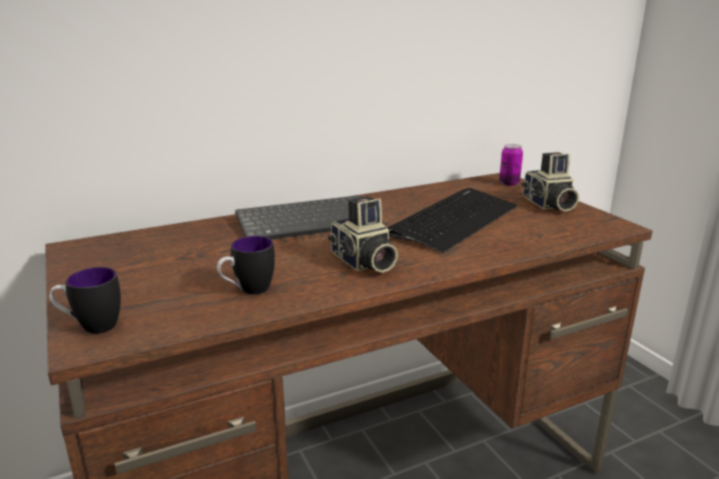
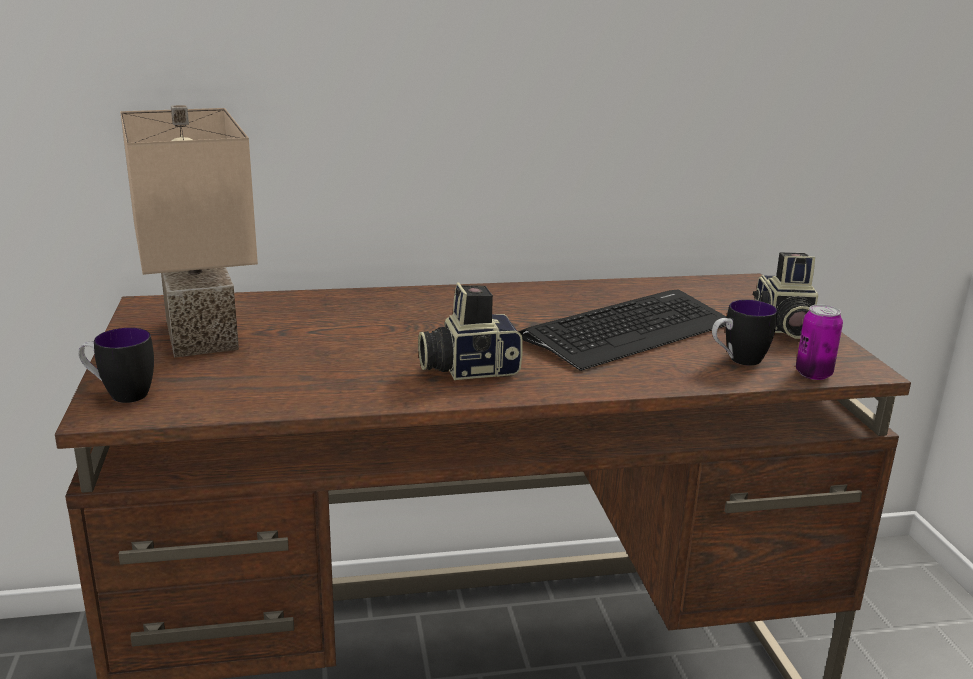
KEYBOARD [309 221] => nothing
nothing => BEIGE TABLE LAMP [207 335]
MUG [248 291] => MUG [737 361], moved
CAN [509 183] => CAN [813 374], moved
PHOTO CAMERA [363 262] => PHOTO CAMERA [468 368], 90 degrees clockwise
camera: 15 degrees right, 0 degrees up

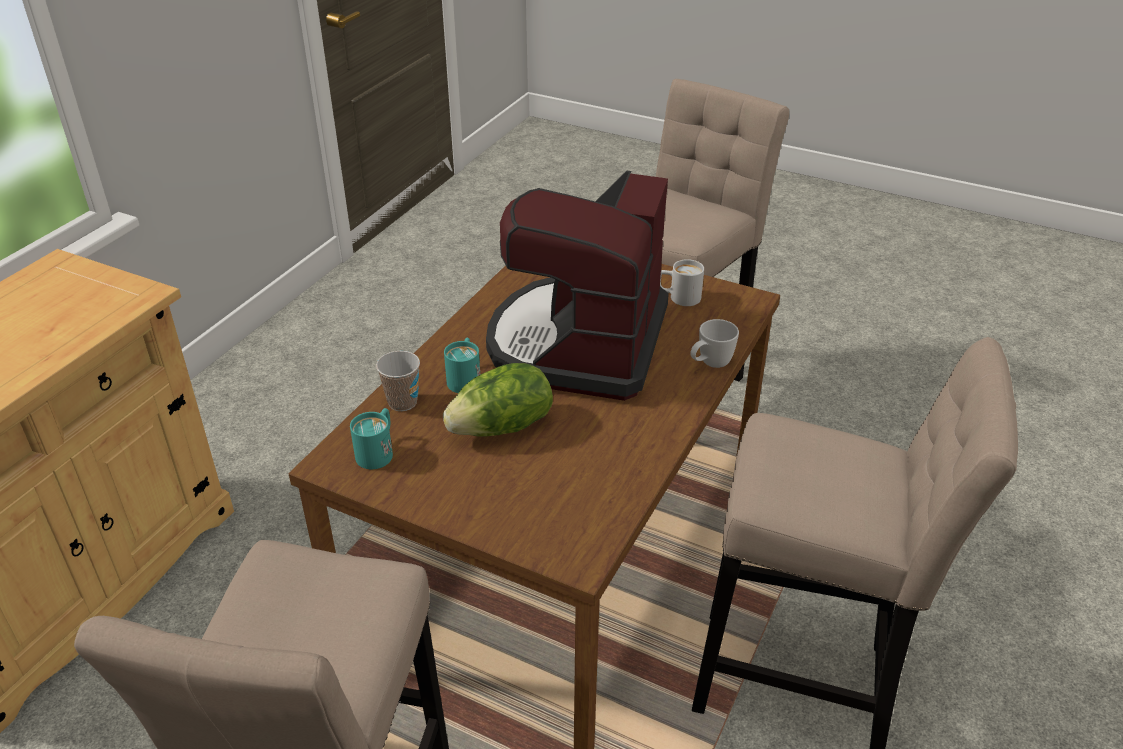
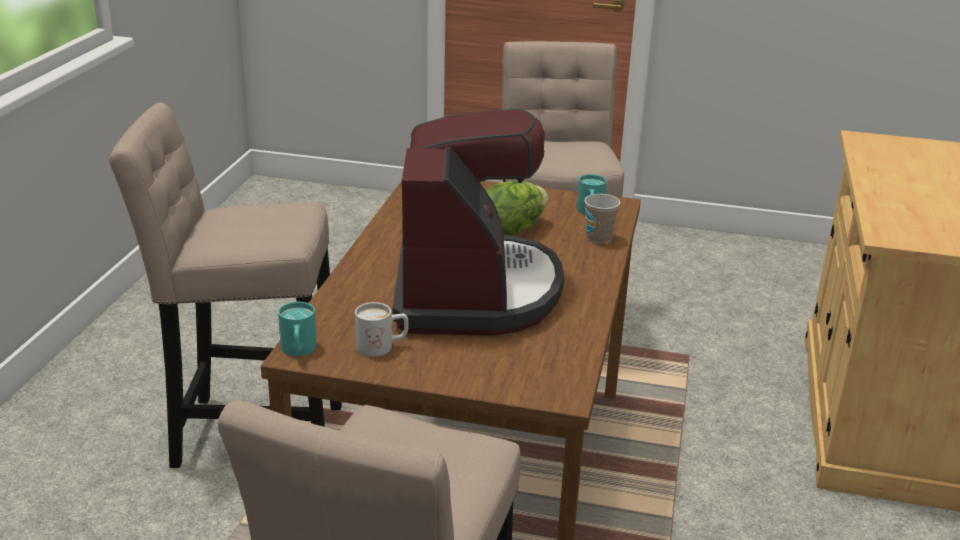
WHITE MUG [710 364] => nothing
TURQUOISE MUG [465 378] => TURQUOISE MUG [298 351], moved
camera: 165 degrees right, 10 degrees down

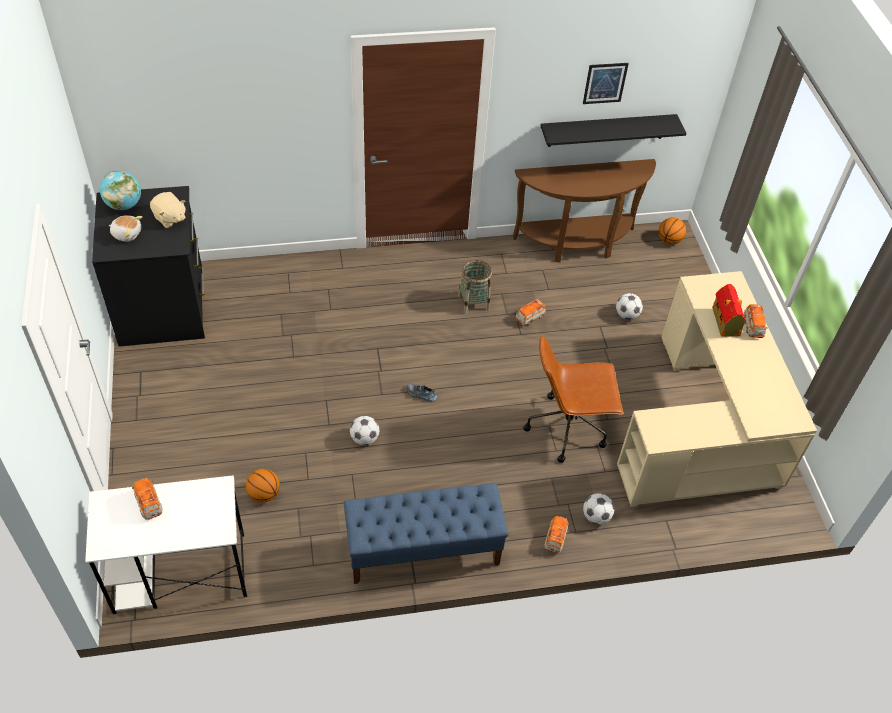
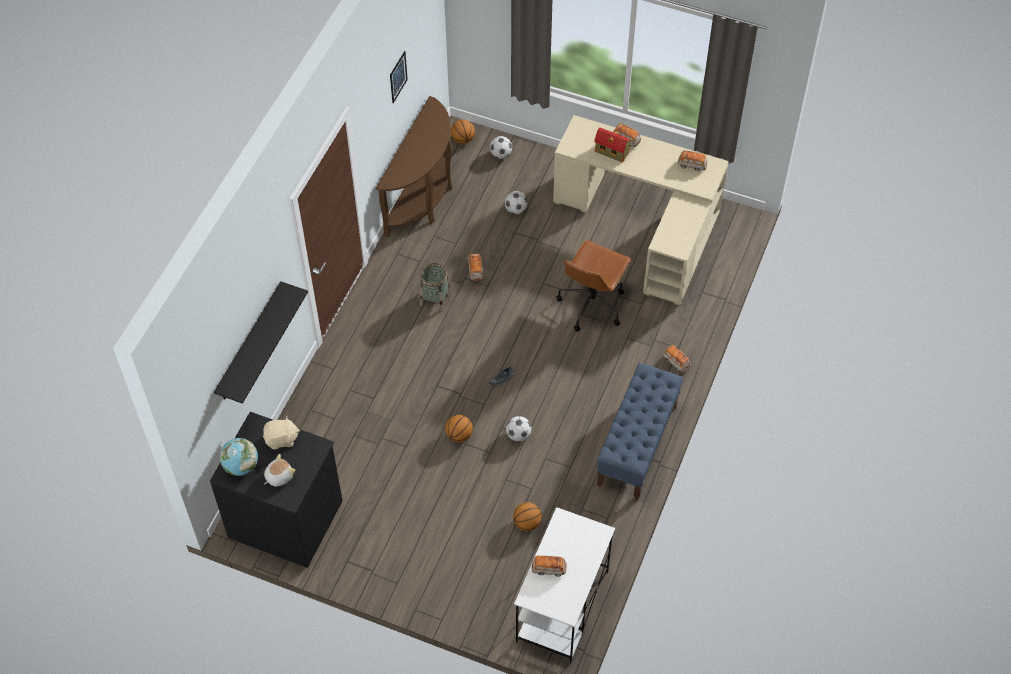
nothing => BASKETBALL [459 435]
nothing => TOY CAR [692 165]
BLACK SHELF [607 130] => BLACK SHELF [249 343], moved
FOOTBALL [596 516] => FOOTBALL [501 154], moved
camera: 55 degrees left, 5 degrees up

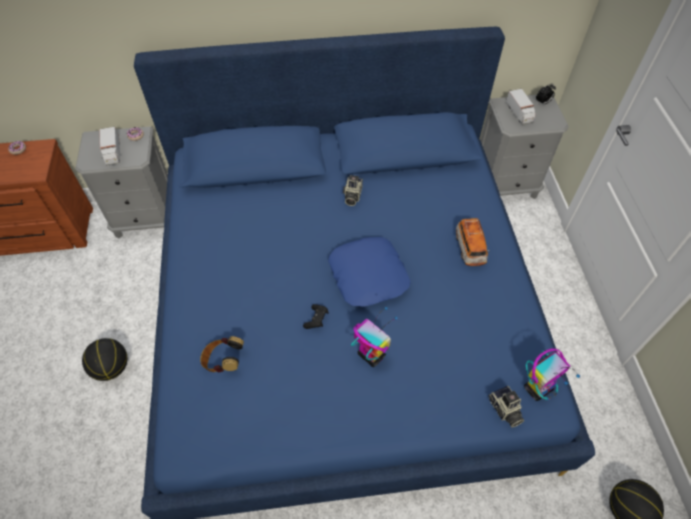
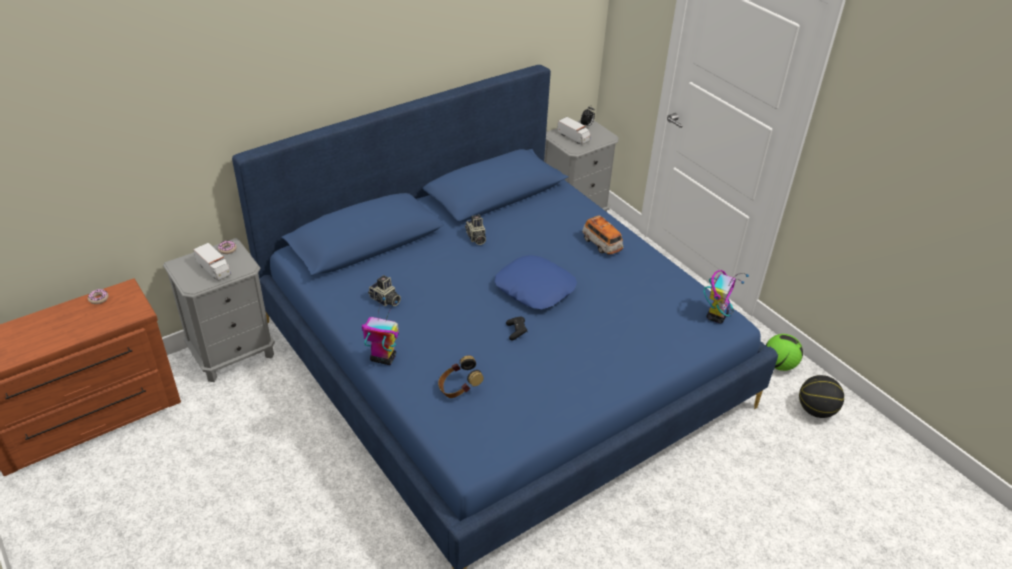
BASKETBALL [112 367] => nothing
nothing => FOOTBALL [779 365]
TOY ROBOT [370 355] => TOY ROBOT [382 358], moved
PHOTO CAMERA [504 410] => PHOTO CAMERA [385 300], moved
camera: 30 degrees left, 15 degrees down

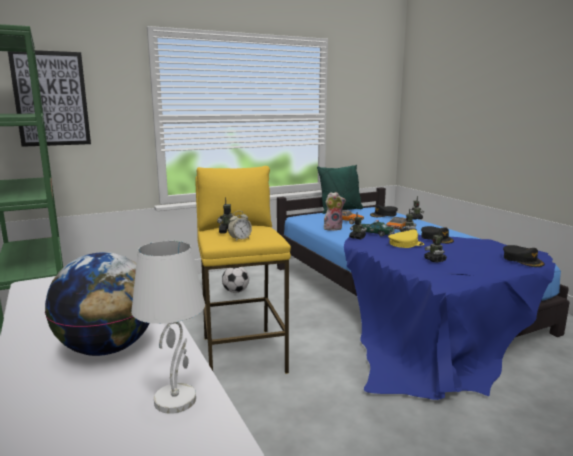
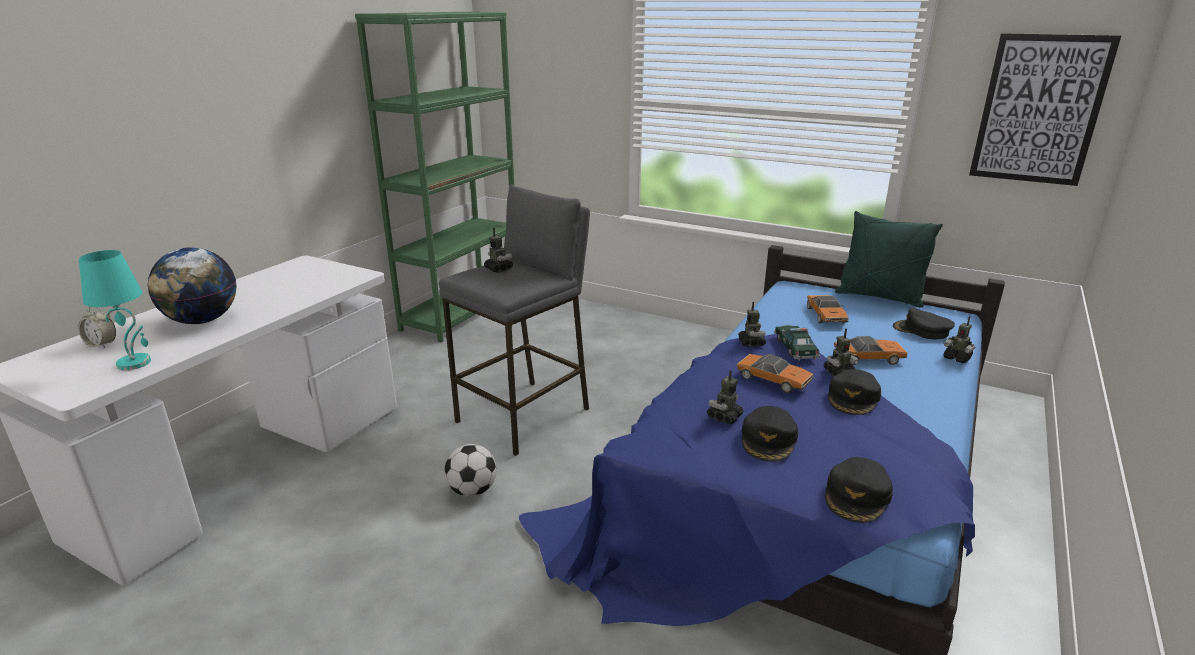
PLUSH TOY [333 228] => nothing
nothing => BLACK CAP [769 440]
PICTURE [51 99] => PICTURE [1039 110], moved
FOOTBALL [236 291] => FOOTBALL [472 490], moved
ALARM CLOCK [240 239] => ALARM CLOCK [102 344], moved
YELLOW CAP [405 244] => TOY CAR [773 380]
WHITE TABLE LAMP [175 399] => TURQUOISE TABLE LAMP [135 363]
YELLOW STOOL [243 354] => GREY STOOL [525 415]
camera: 55 degrees right, 10 degrees up

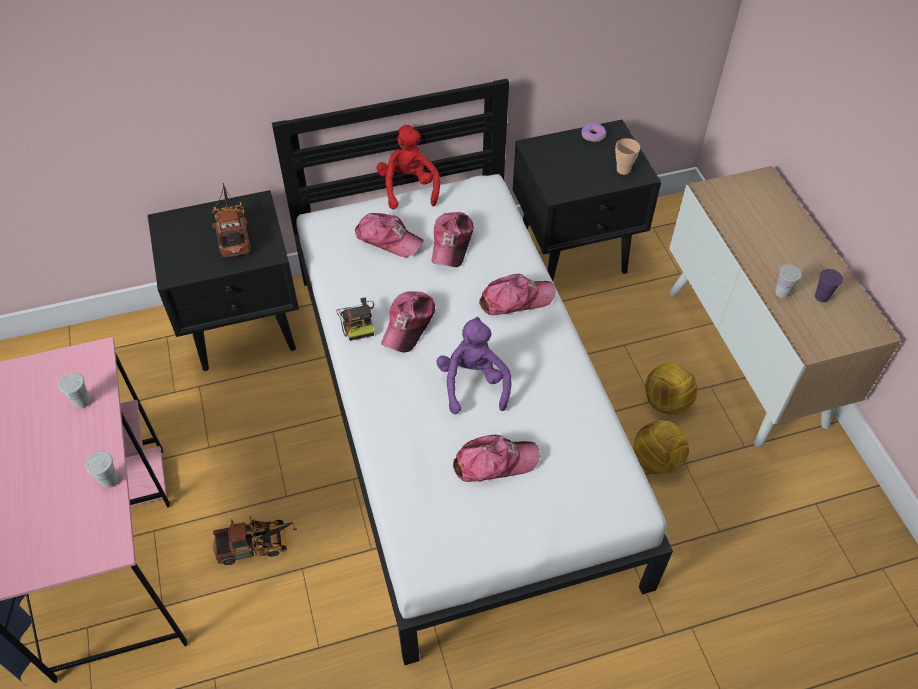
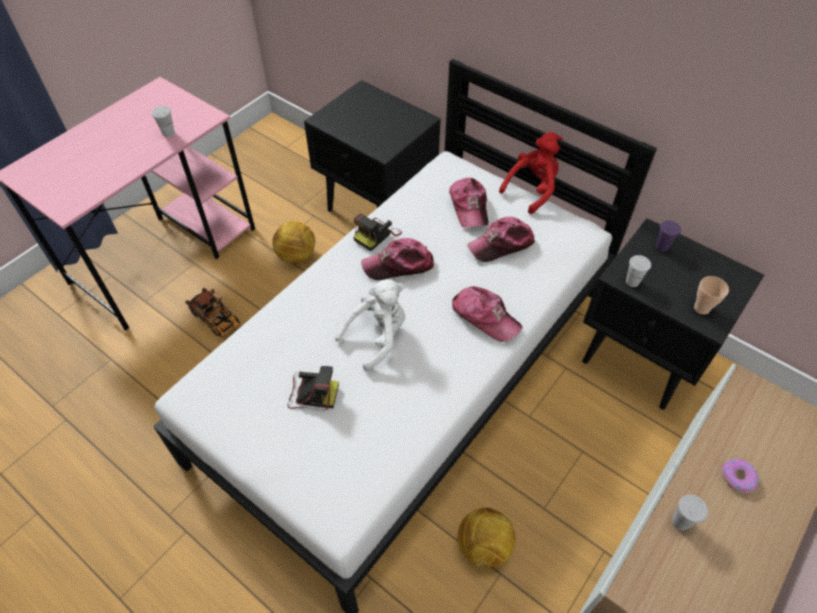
TOY TRUCK [233 231] => nothing
WHITE CUP [109 480] => WHITE CUP [632 282], moved
DONUT [593 135] => DONUT [737 477], moved
FOOTBALL [666 402] => FOOTBALL [296 256], moved
PURPLE CUP [821 297] => PURPLE CUP [662 247], moved
CAP [495 462] => PHOTO CAMERA [311 393]
PURPLE PLUSH TOY [473 383] => WHITE PLUSH TOY [377 336]
camera: 55 degrees right, 0 degrees up

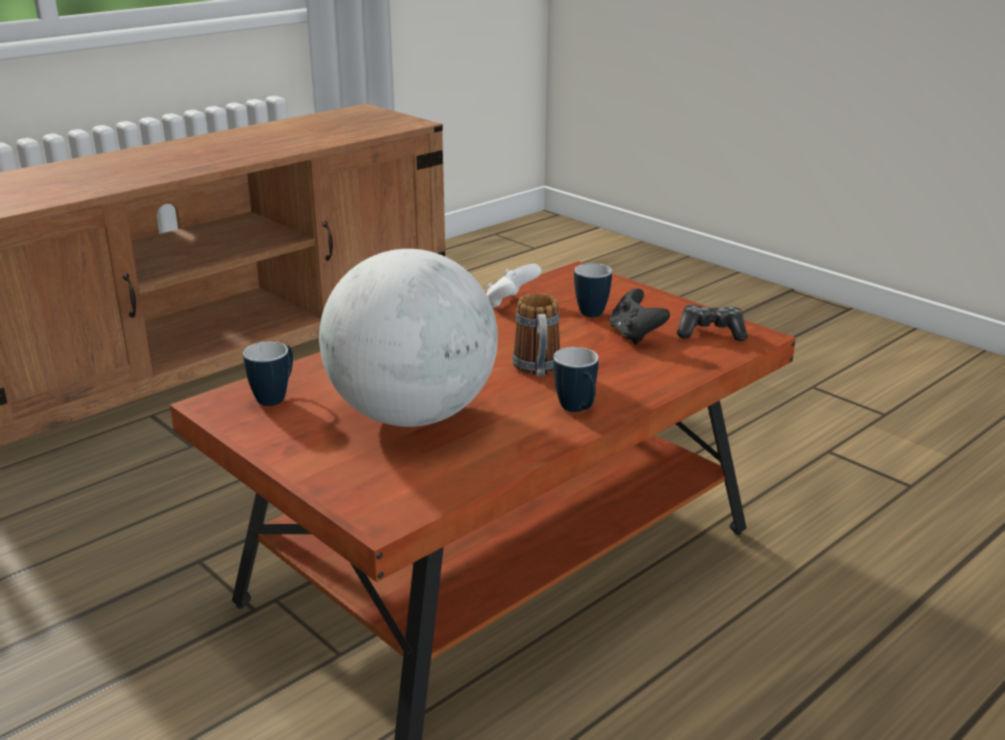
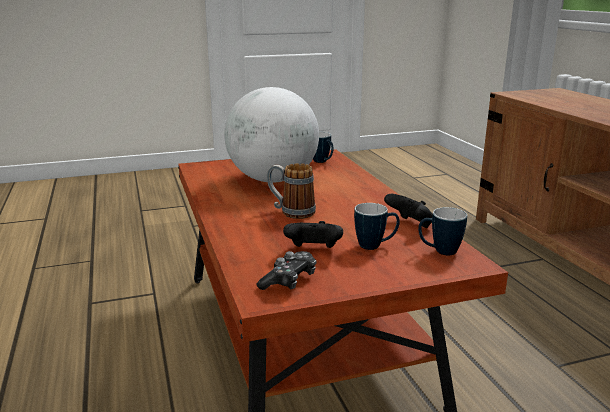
MUG [578 410] => MUG [439 251], moved
WHITE GAME CONTROLLER [510 303] => BLACK GAME CONTROLLER [410 225]
camera: 115 degrees right, 5 degrees down

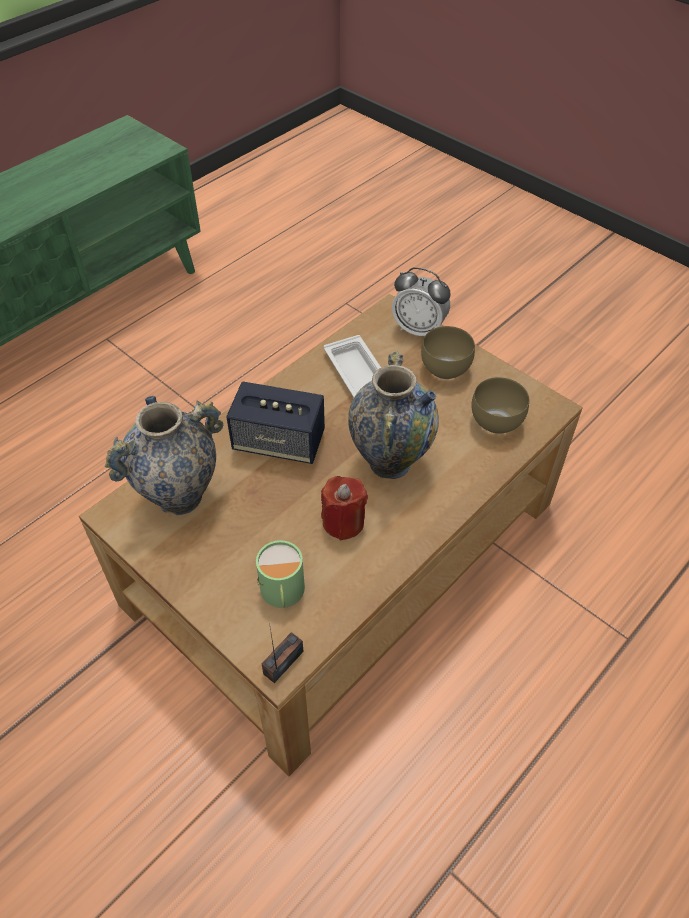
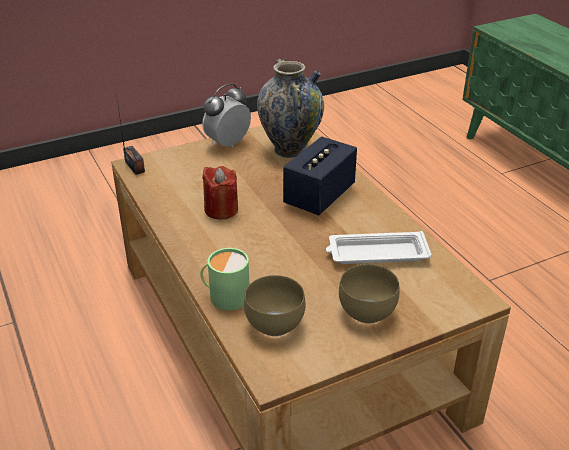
VASE [390 462] => nothing
GREEN MUG [282 592] => GREEN MUG [225 295], moved
ALARM CLOCK [418 329] => ALARM CLOCK [228 144], moved
camera: 110 degrees right, 15 degrees down

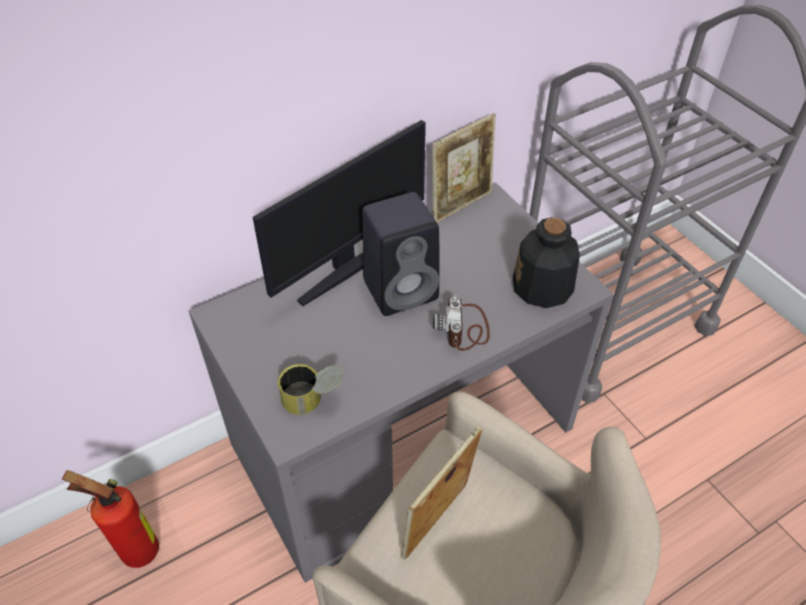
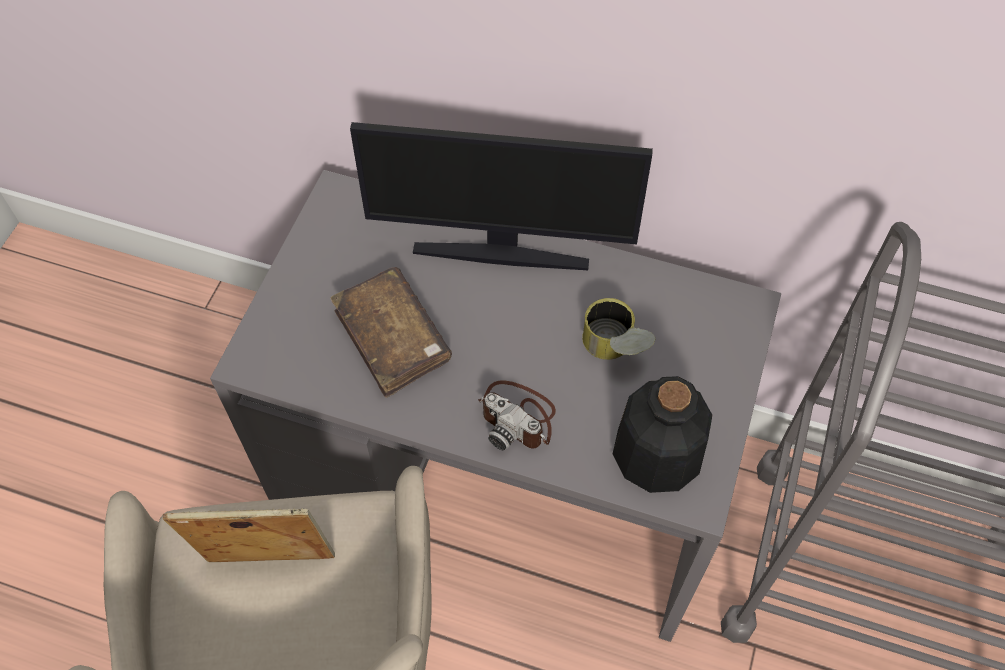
FIRE EXTINGUISHER [135 549] => nothing
BLACK SPEAKER [402 289] => nothing
PICTURE FRAME [461 205] => nothing
nothing => BROWN BOOK [392 339]
CAN [313 400] => CAN [614 350], moved
PHOTO CAMERA [464 329] => PHOTO CAMERA [518 417], 105 degrees counterclockwise
camera: 50 degrees right, 10 degrees up

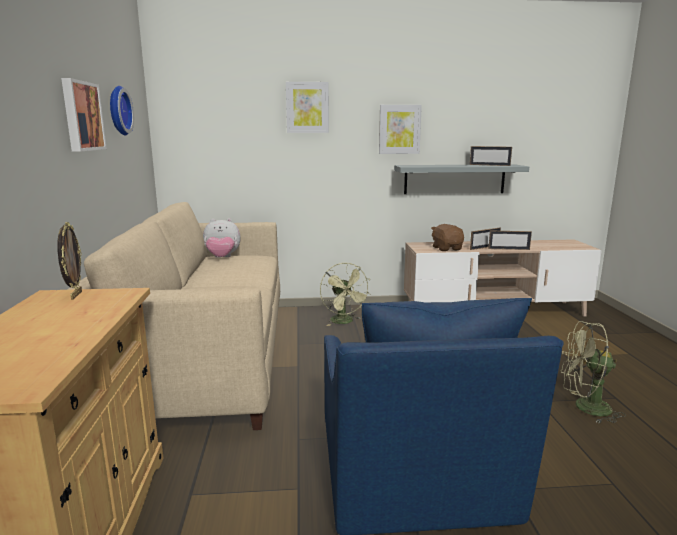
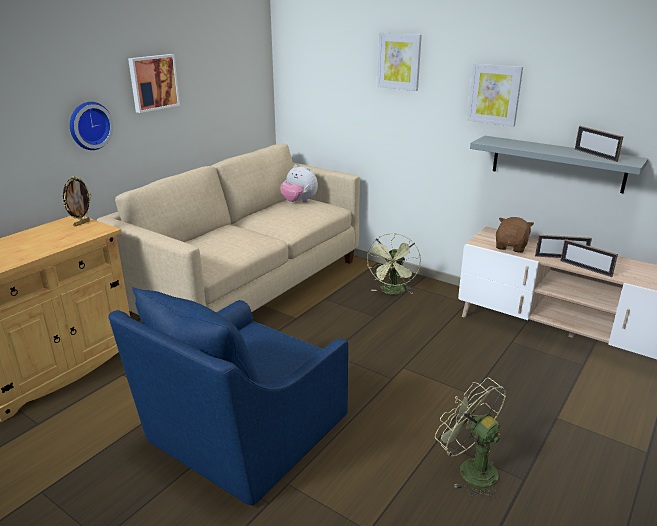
WALL CLOCK [117 110] => WALL CLOCK [89 125], moved
camera: 40 degrees right, 10 degrees up

